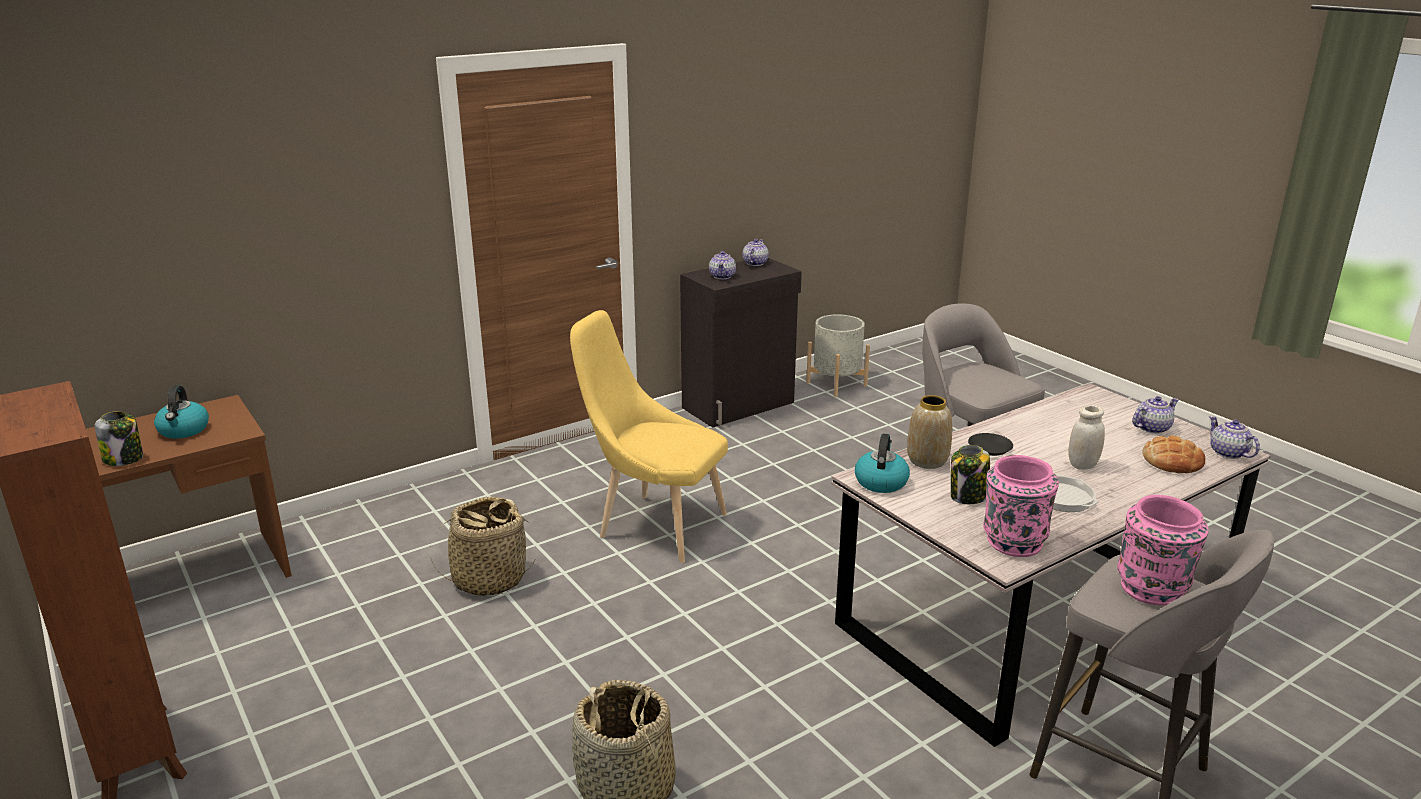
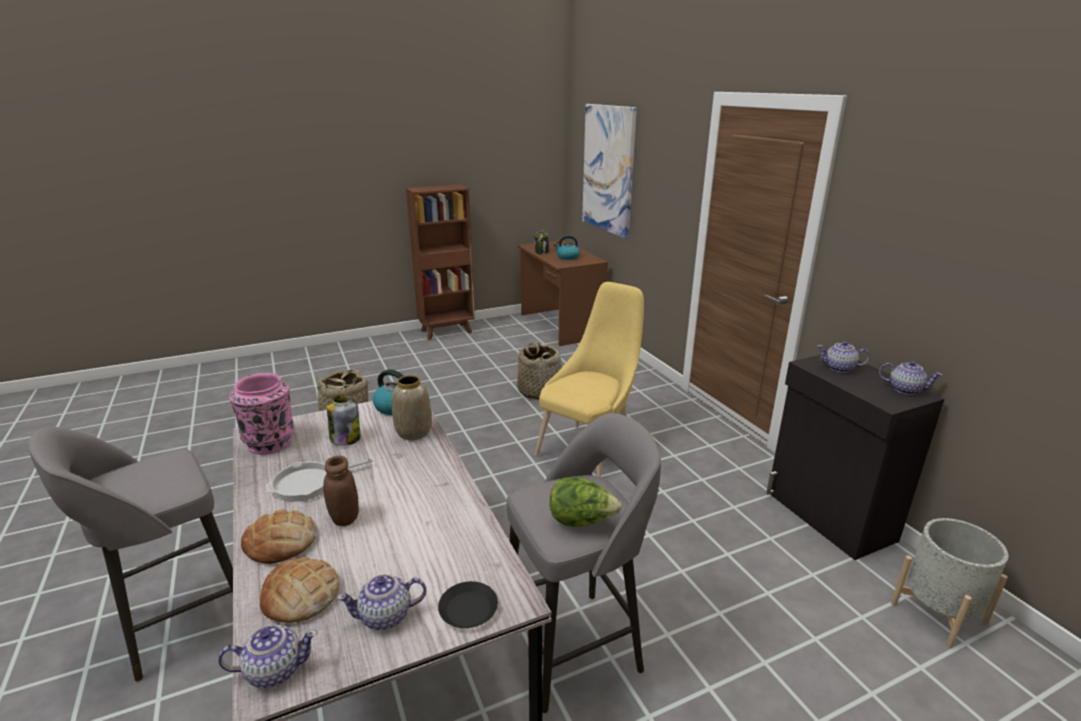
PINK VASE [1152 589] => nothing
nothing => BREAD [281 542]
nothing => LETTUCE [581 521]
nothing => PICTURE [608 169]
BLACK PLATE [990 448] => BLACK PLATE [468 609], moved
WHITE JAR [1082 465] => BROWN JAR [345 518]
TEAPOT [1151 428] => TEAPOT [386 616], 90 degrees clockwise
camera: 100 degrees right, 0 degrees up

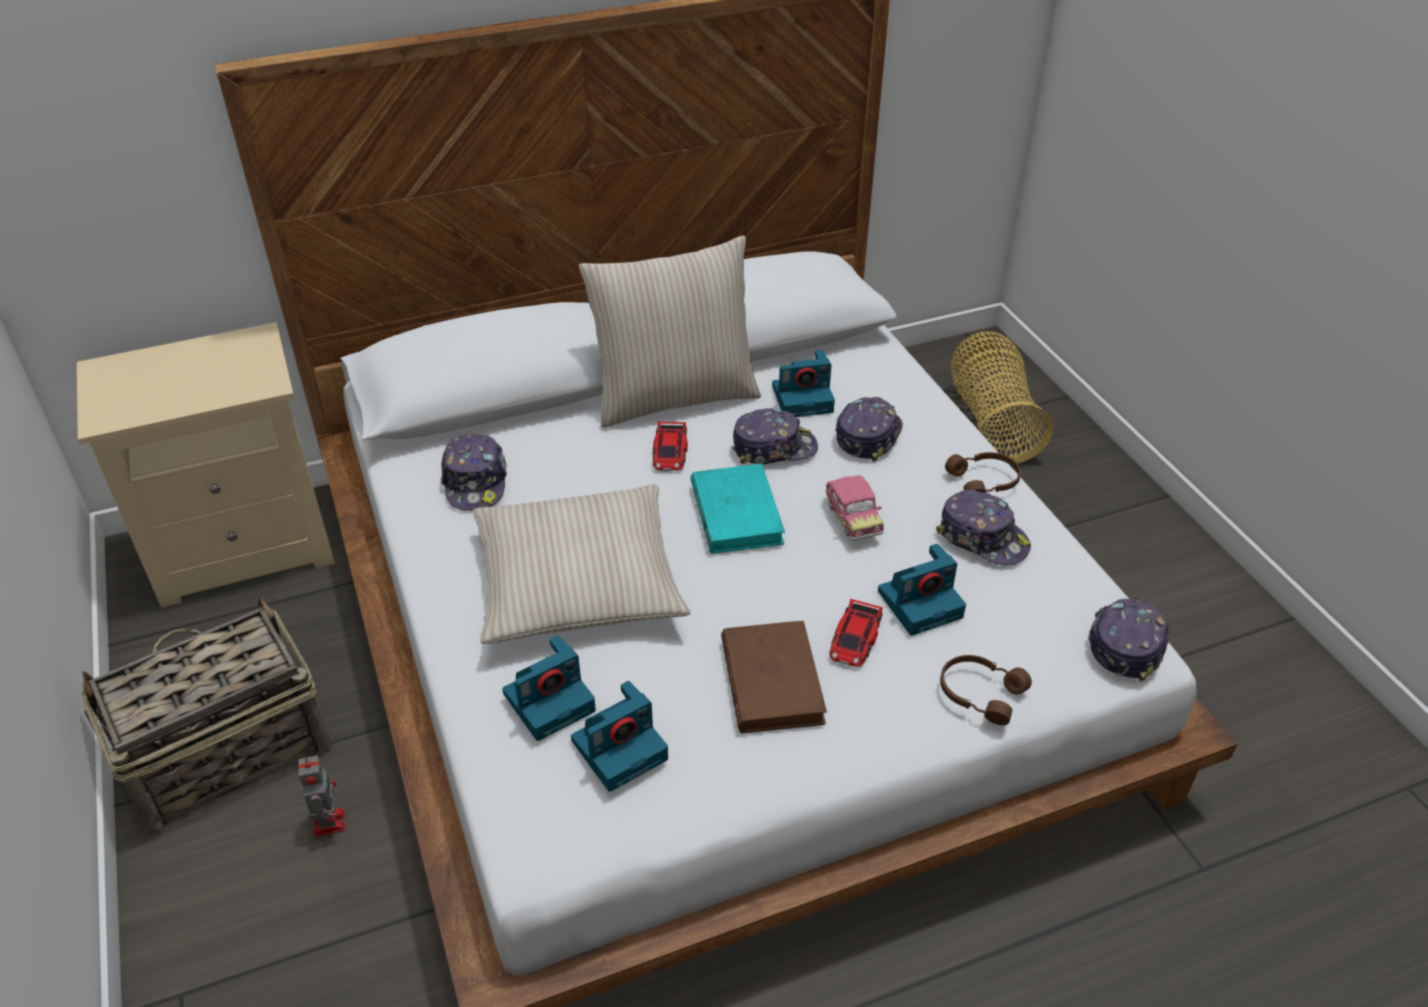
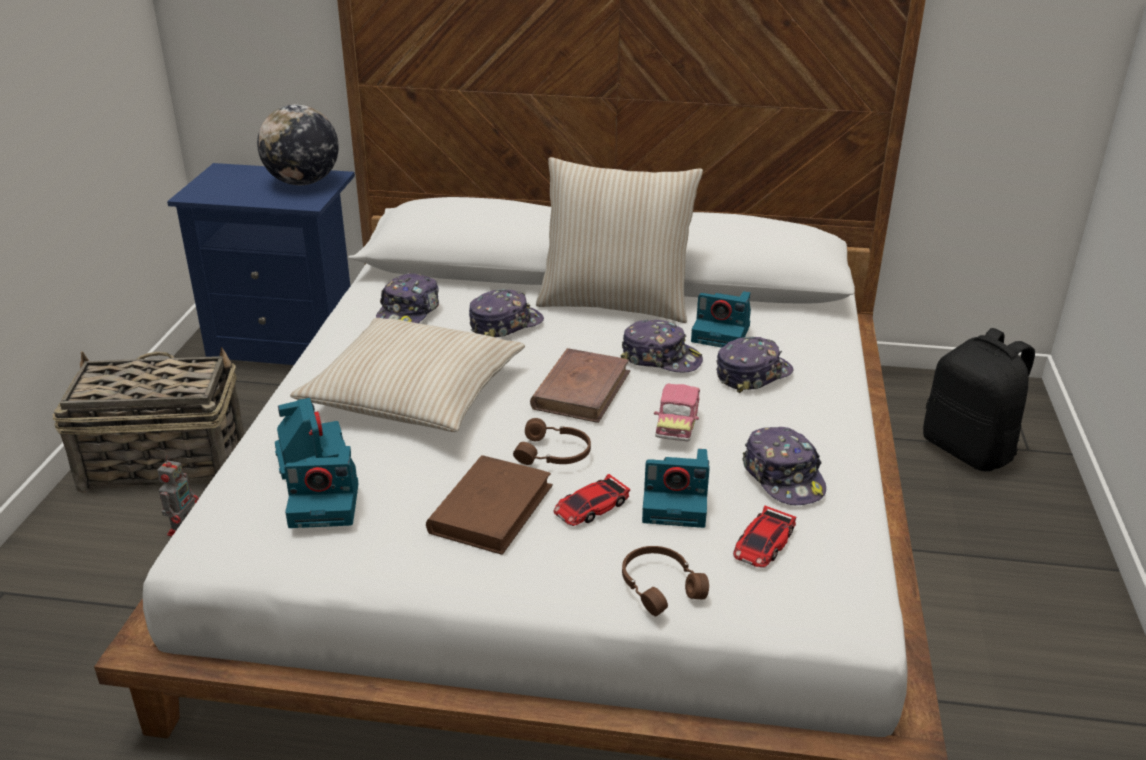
nothing => GLOBE [303 182]
TOY CAR [670 451] => TOY CAR [763 544], moved
BROWN HEADPHONES [985 482] => BROWN HEADPHONES [554 454], moved
CAP [1126 644] => CAP [505 324], moved
BASKET [991 422] => BLACK BACKPACK [969 450]
BEIGE NIGHTSTAND [245 548] => BLUE NIGHTSTAND [289 346]
TURQUOISE BOOK [736 513] => BROWN BOOK [581 390]
PHOTO CAMERA [550 700] => PHOTO CAMERA [310 456], 105 degrees counterclockwise
camera: 30 degrees right, 10 degrees down

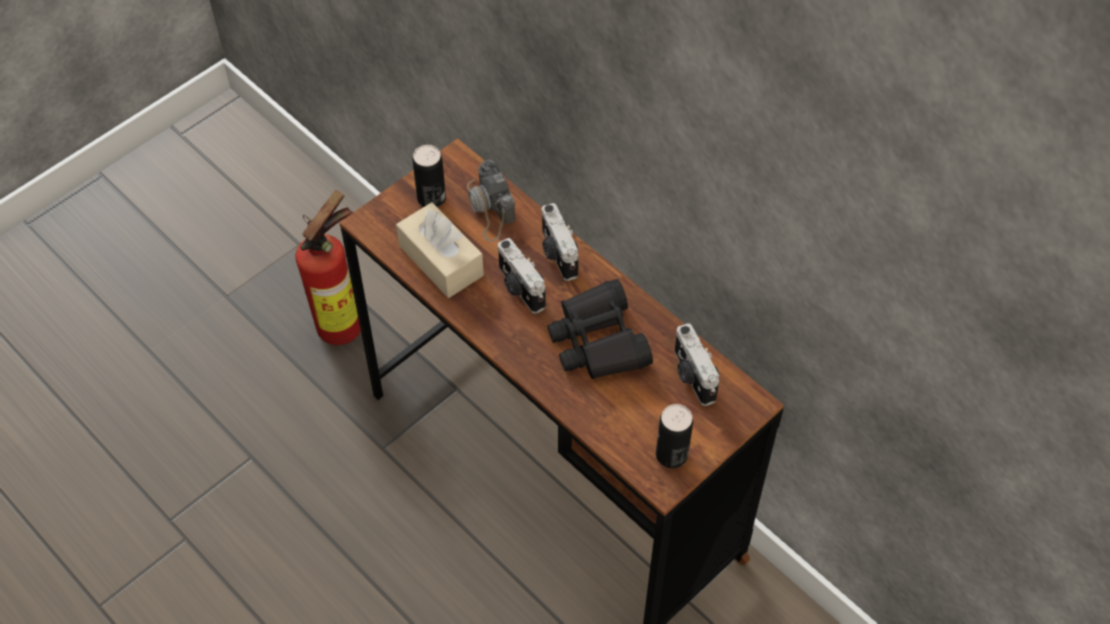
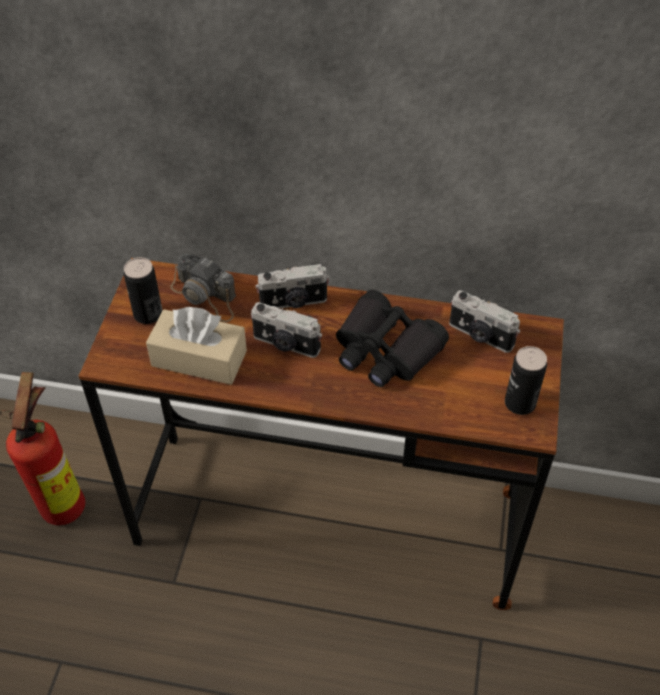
PHOTO CAMERA [557 254] => PHOTO CAMERA [293 302], 45 degrees counterclockwise
camera: 35 degrees left, 5 degrees down

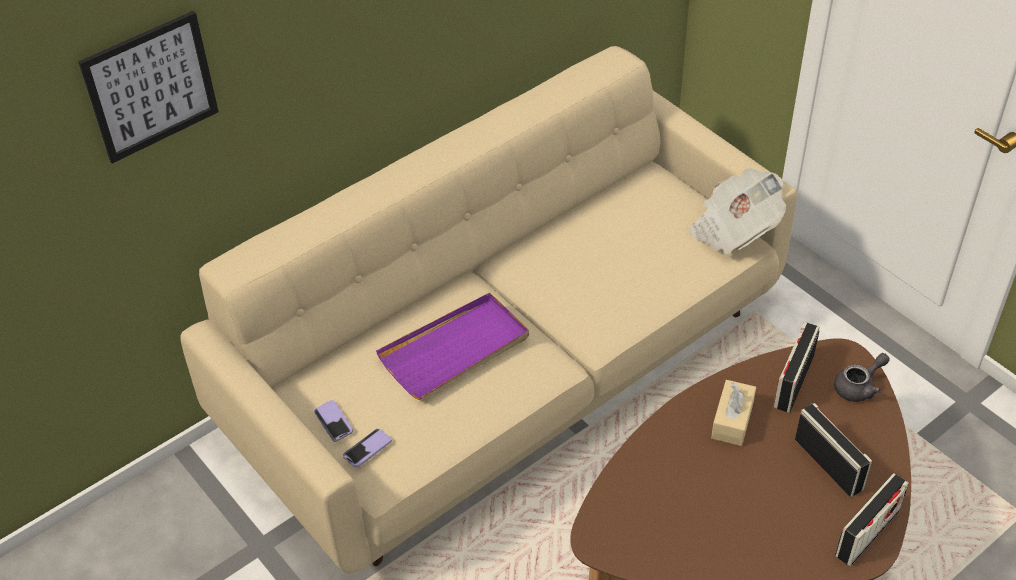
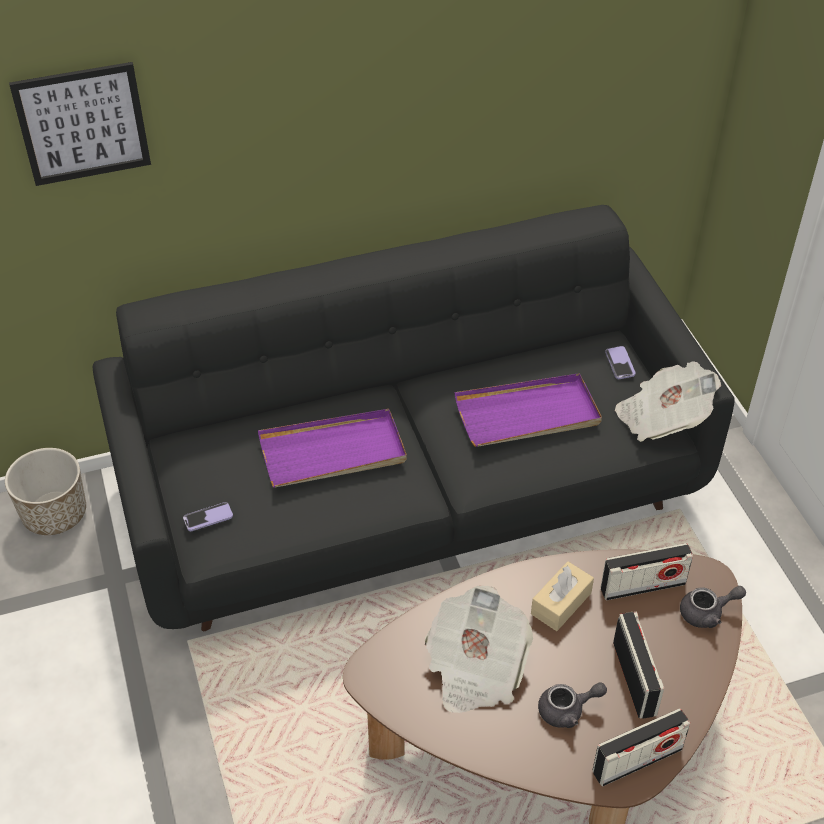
nothing => PLANTER [55 514]
nothing => NEWSPAPER [475 668]
nothing => PURPLE TRAY [528 414]
nothing => GREY TEAPOT [567 710]
PHONE [333 422] => PHONE [620 364], moved
BEIGE SOFA [510 372] => BLACK SOFA [412 494]
RADIO [793 381] => RADIO [642 586], 150 degrees counterclockwise
camera: 20 degrees right, 0 degrees up

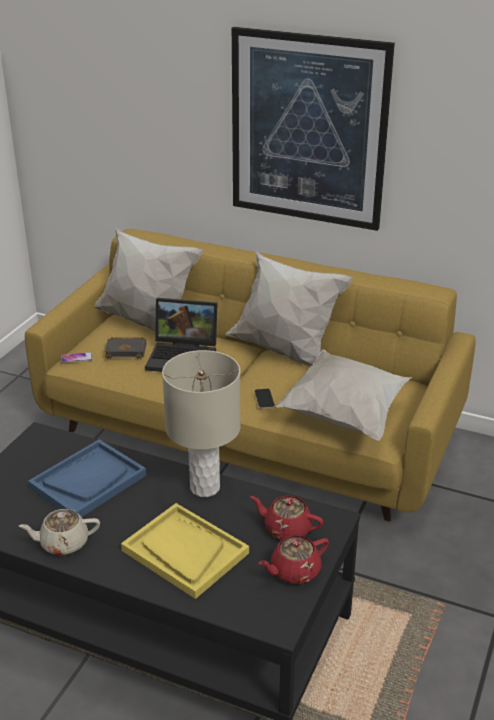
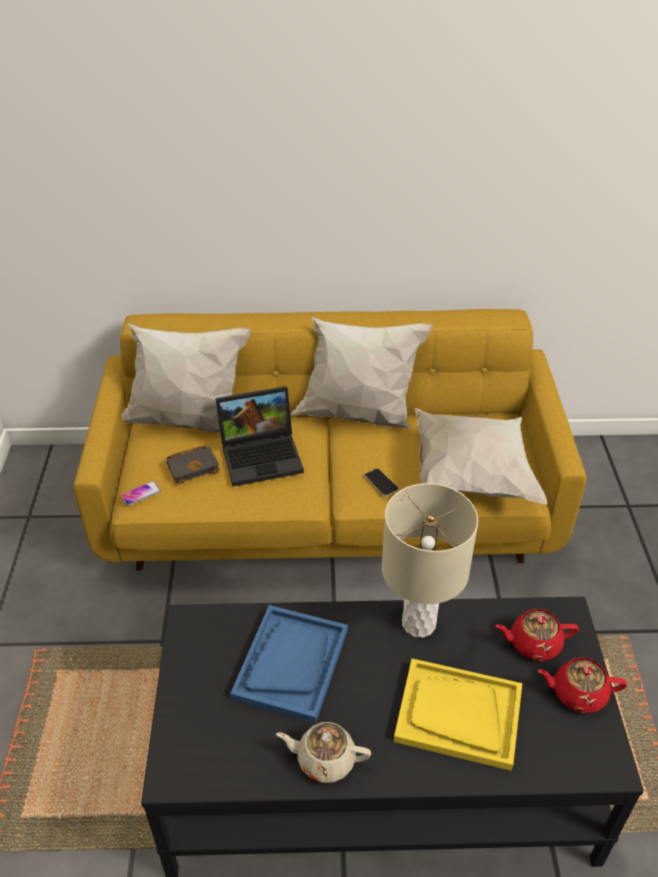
PICTURE [308 130] => nothing
BEIGE TEAPOT [63 543] => BEIGE TEAPOT [324 759], 45 degrees clockwise
RED TEAPOT [294 571] => RED TEAPOT [577 693], 60 degrees clockwise
camera: 25 degrees left, 10 degrees up

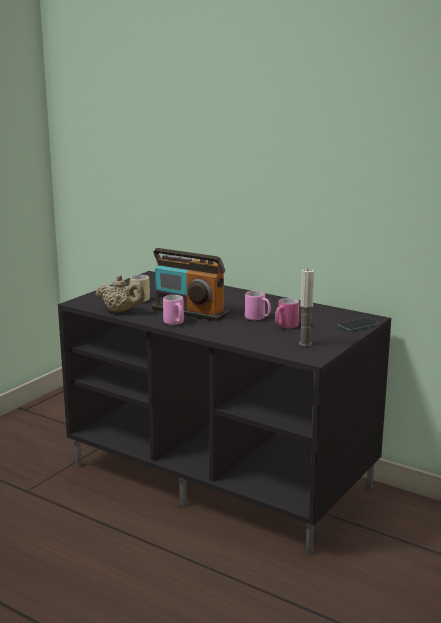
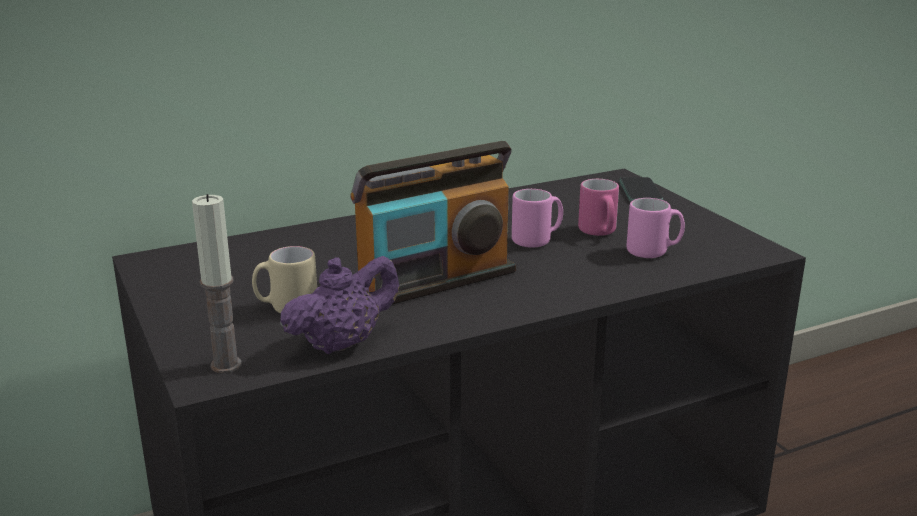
PINK MUG [175 323] => PINK MUG [654 252], moved
CANDLE [305 344] => CANDLE [226 365], moved
BEIGE TEAPOT [121 311] => PURPLE TEAPOT [342 343]
camera: 60 degrees left, 5 degrees up

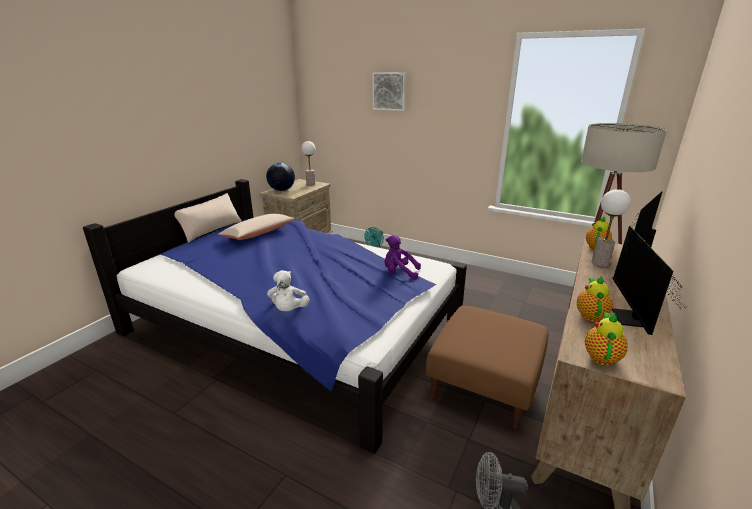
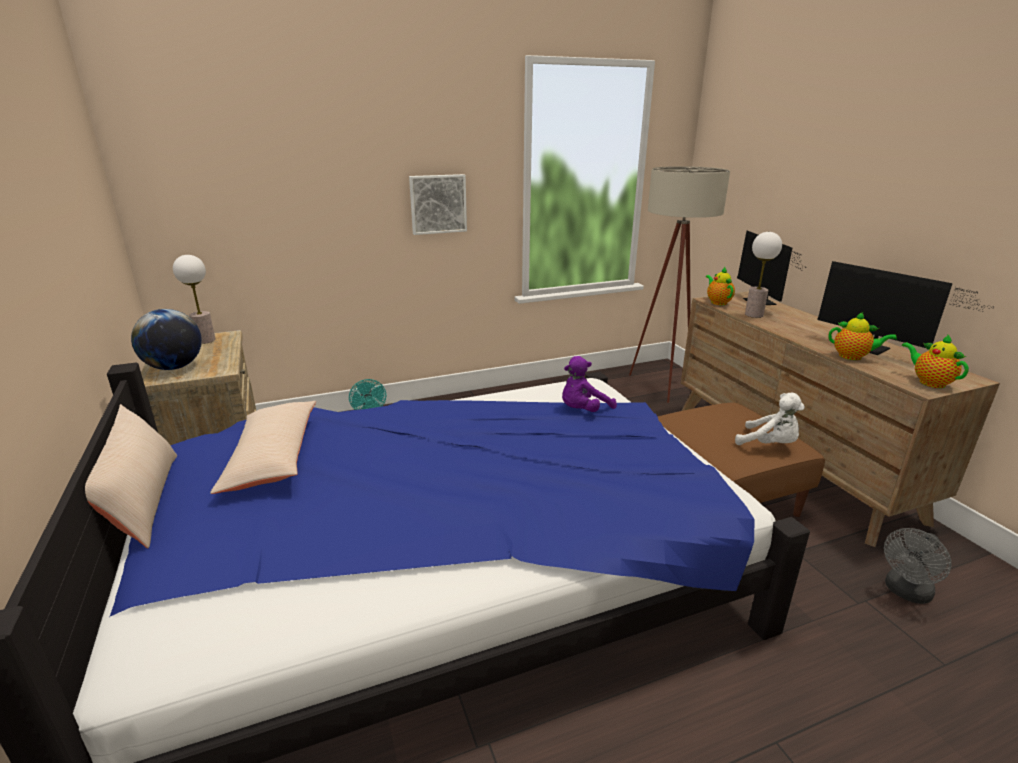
WHITE PLUSH TOY [289 310] => WHITE PLUSH TOY [769 444], moved
PICTURE [389 91] => PICTURE [438 204], moved
TEAPOT [590 315] => TEAPOT [853 357], 150 degrees clockwise
camera: 50 degrees left, 0 degrees up

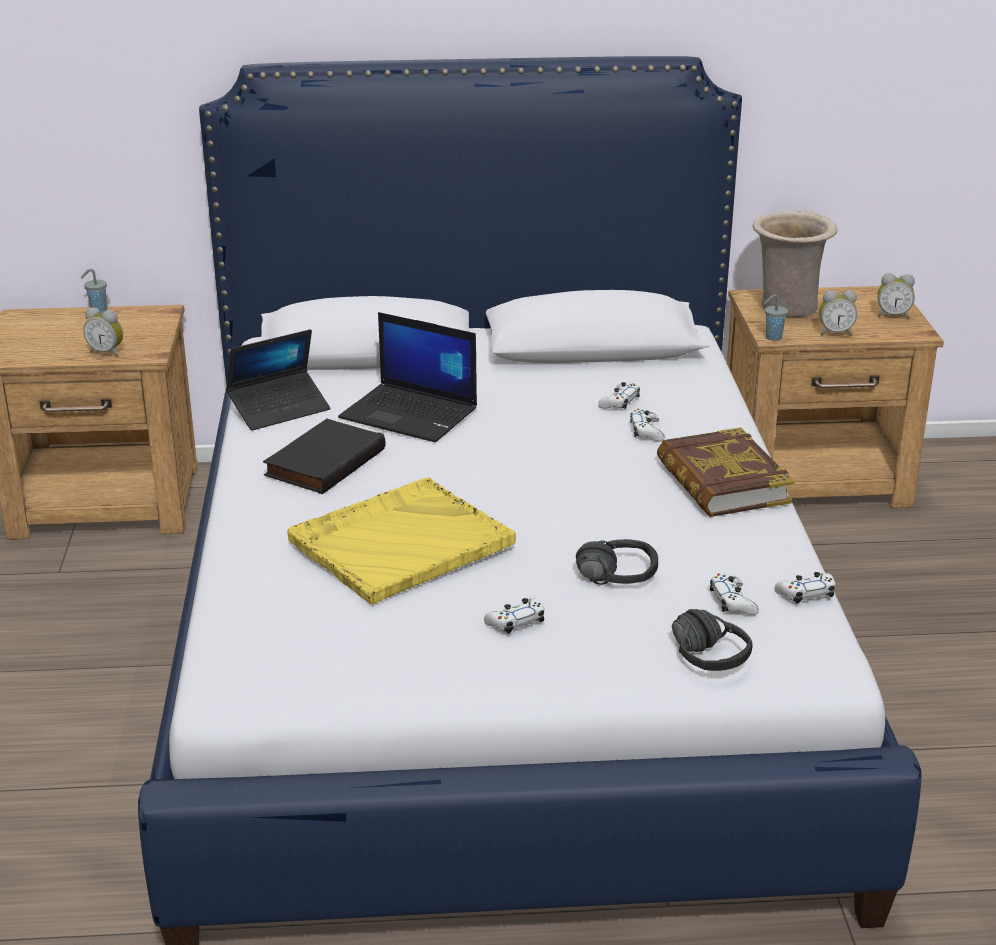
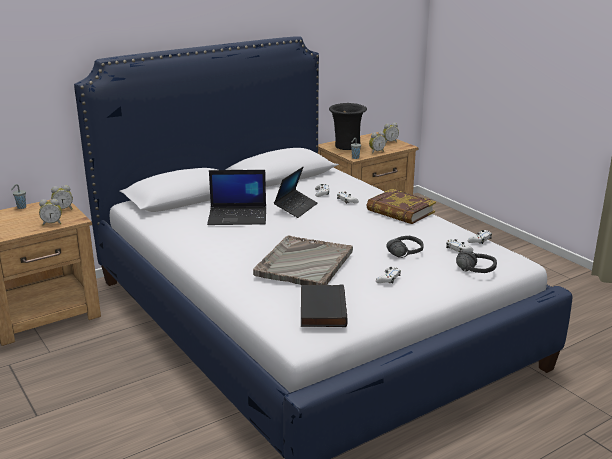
nothing => ALARM CLOCK [63 209]
LAPTOP [279 409] => LAPTOP [296 208], moved
BLACK BOOK [323 461] => BLACK BOOK [321 309], moved
YELLOW TRAY [399 543] => GREY TRAY [303 263]
BEIGE VASE [787 309] => BLACK VASE [347 147]
camera: 30 degrees left, 5 degrees down

